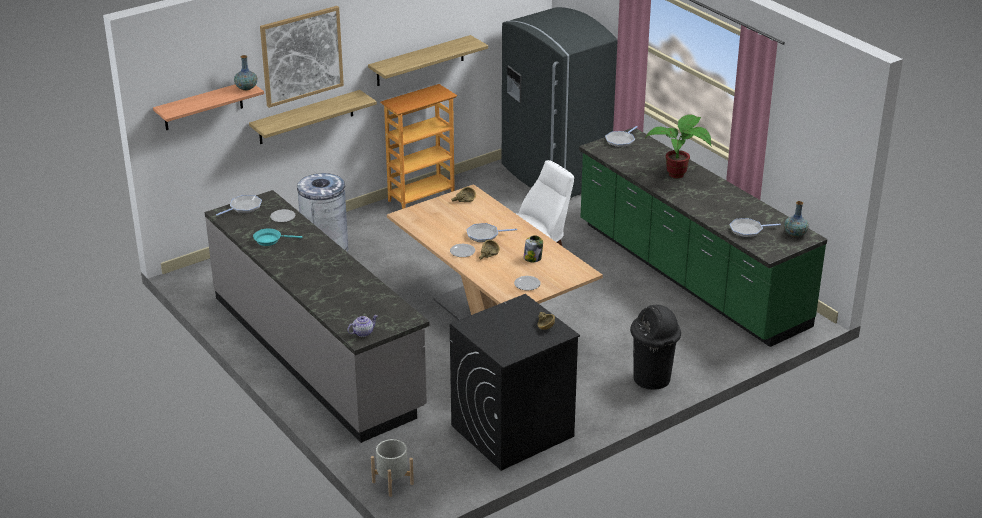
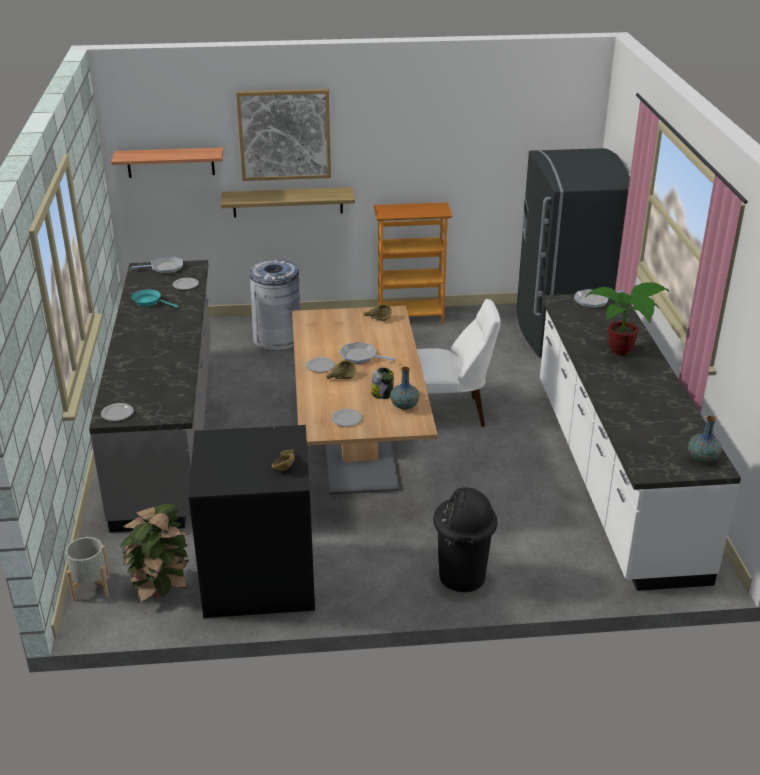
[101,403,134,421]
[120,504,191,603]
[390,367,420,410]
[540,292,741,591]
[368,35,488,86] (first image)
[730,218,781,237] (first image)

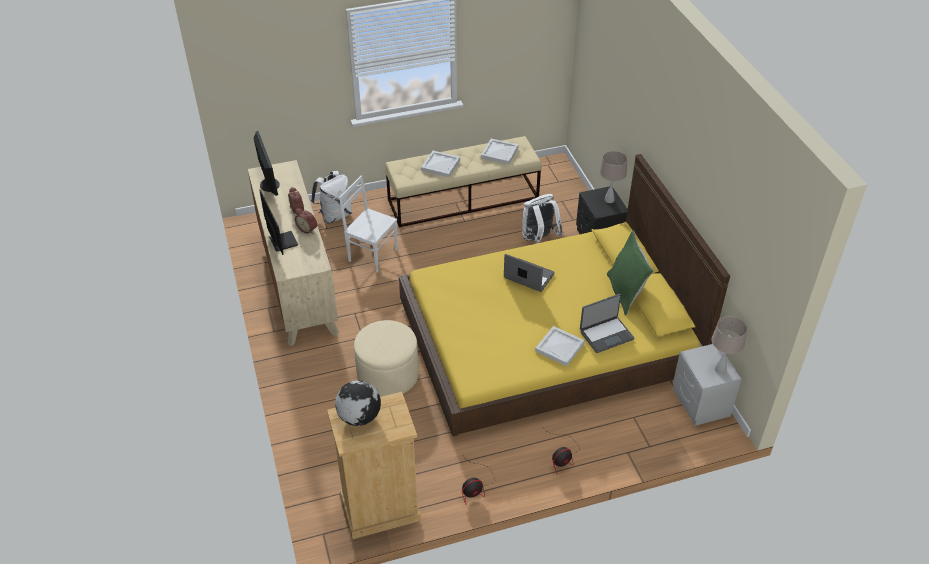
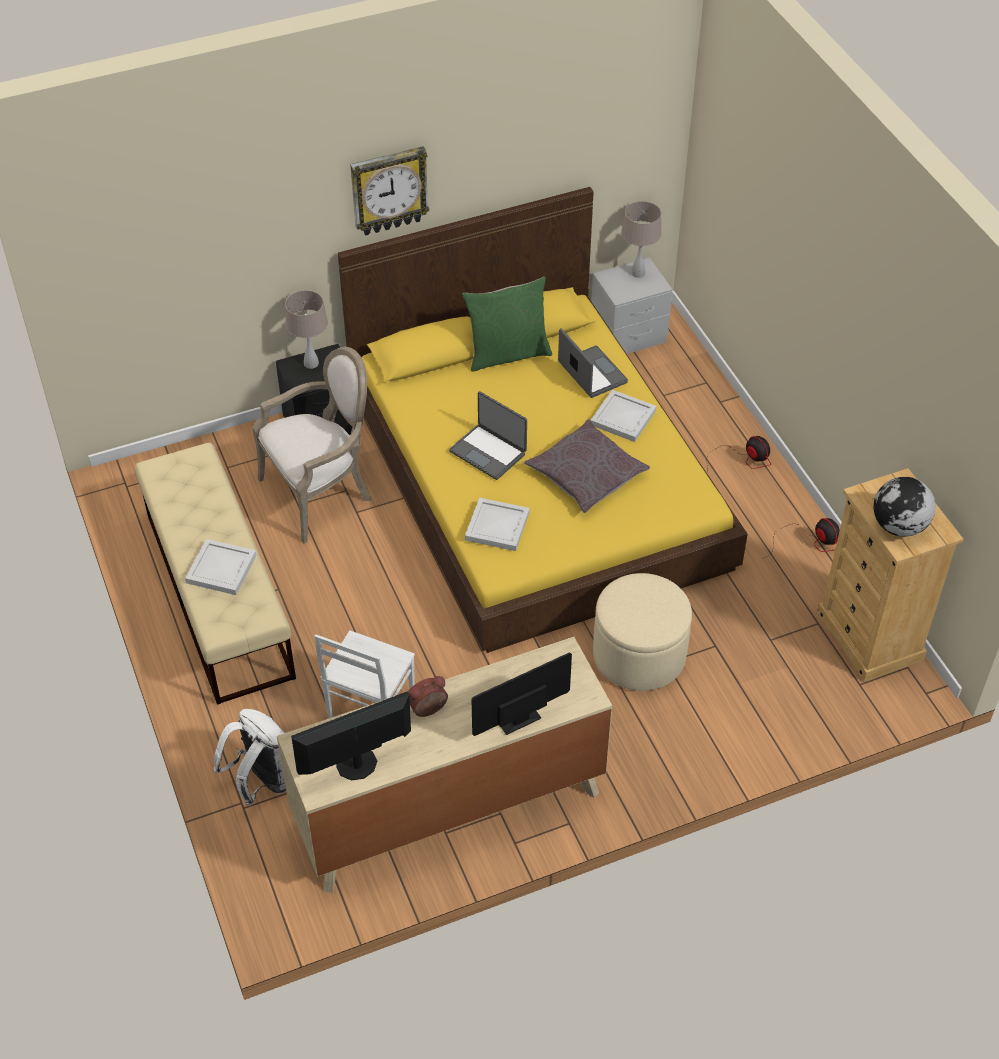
[252,347,371,544]
[350,146,430,235]
[449,391,527,480]
[465,498,530,551]
[524,419,650,513]
[295,208,317,234] (first image)

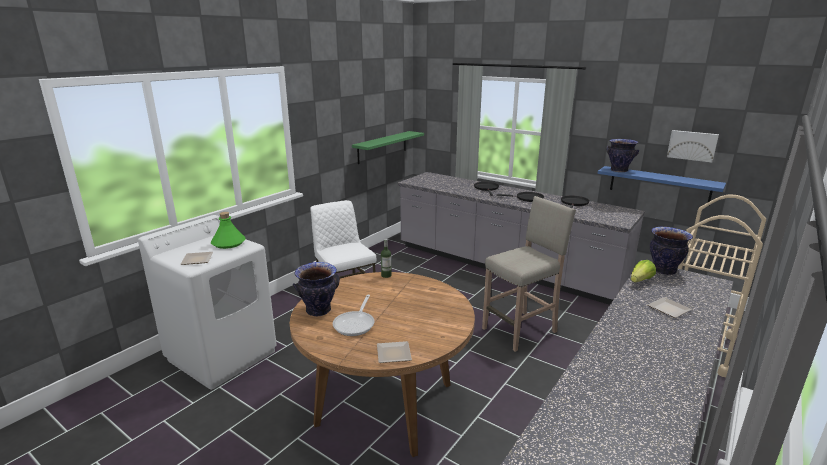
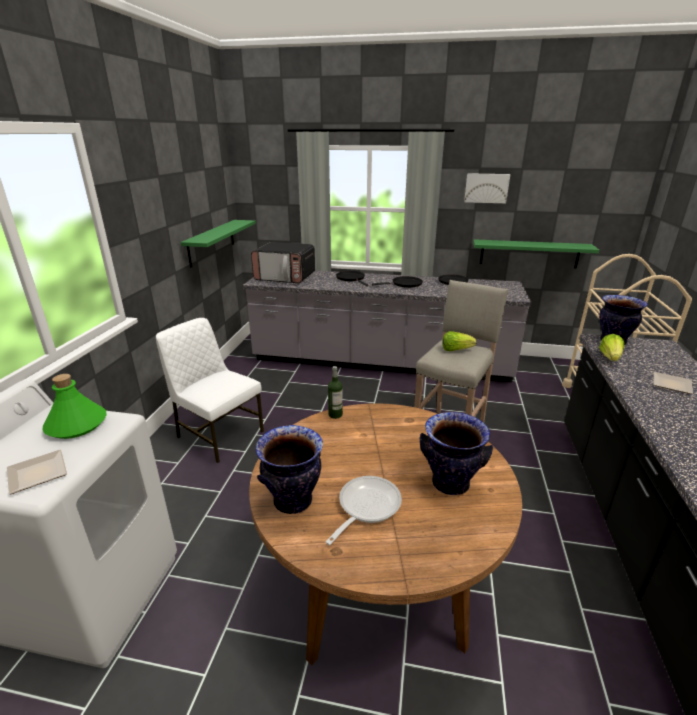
[251,242,315,283]
[326,476,402,545]
[419,412,493,495]
[442,331,476,351]
[464,173,511,203]
[473,239,599,268]
[377,341,412,363] (first image)

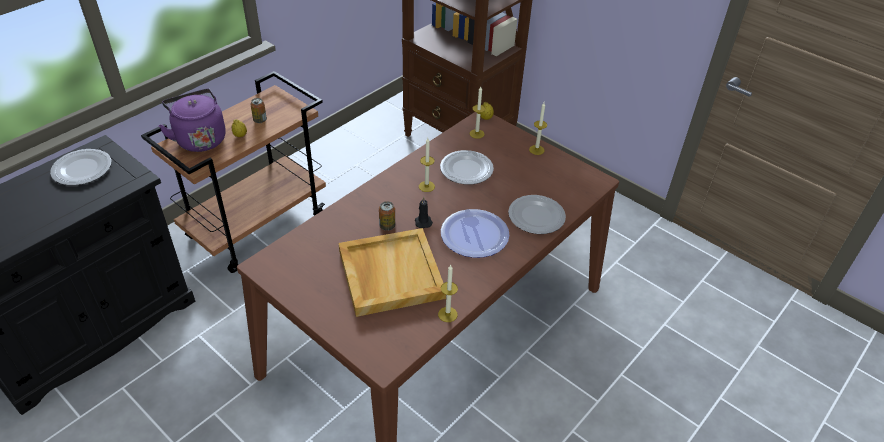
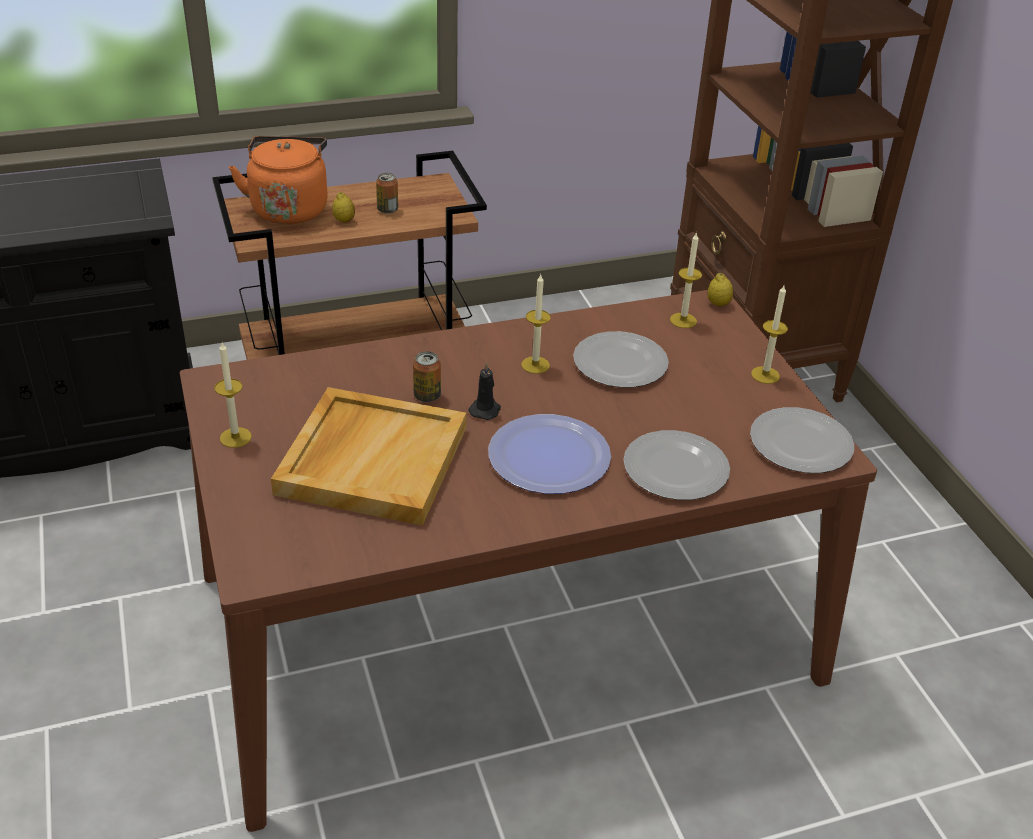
[214,342,252,448]
[229,136,328,224]
[750,407,854,473]

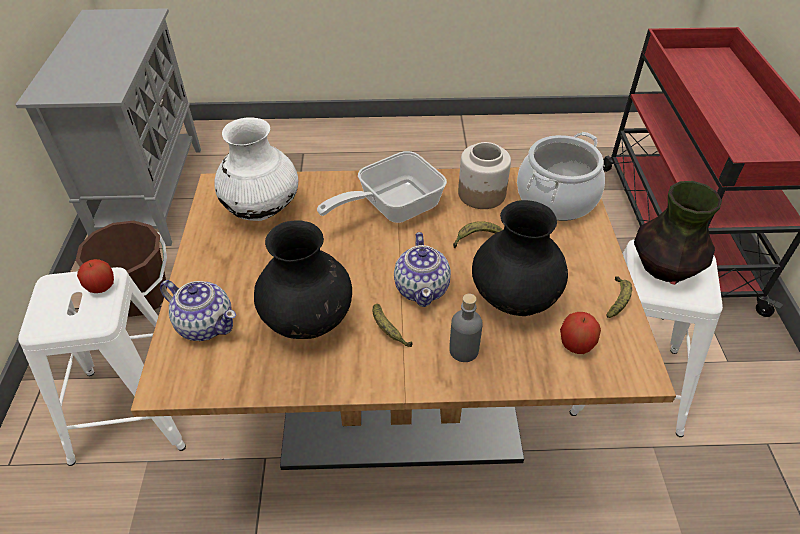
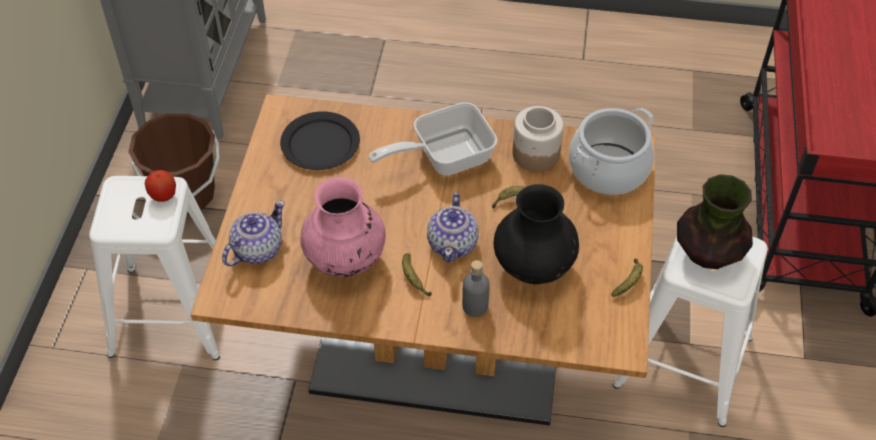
[222,200,285,266]
[280,111,360,170]
[300,177,386,277]
[560,312,601,354] (first image)

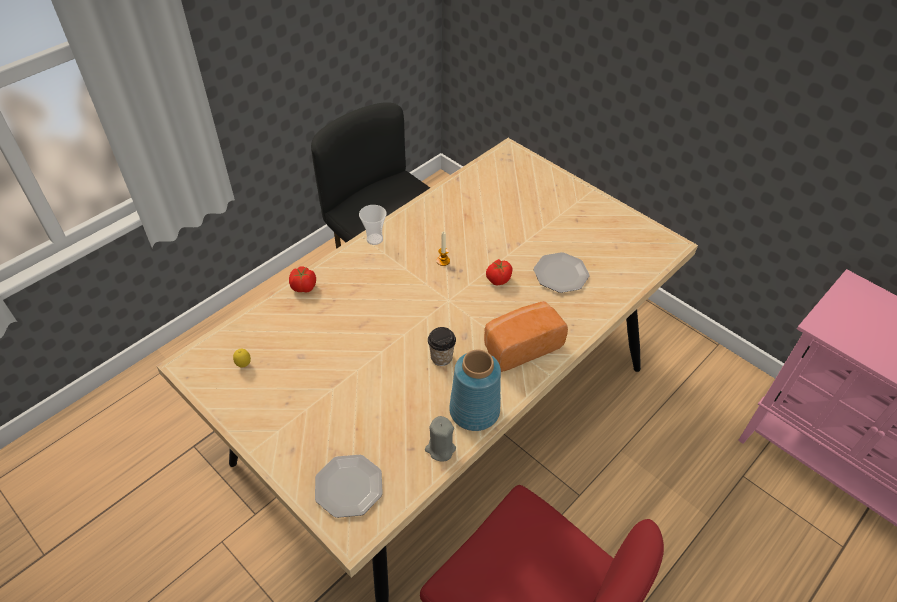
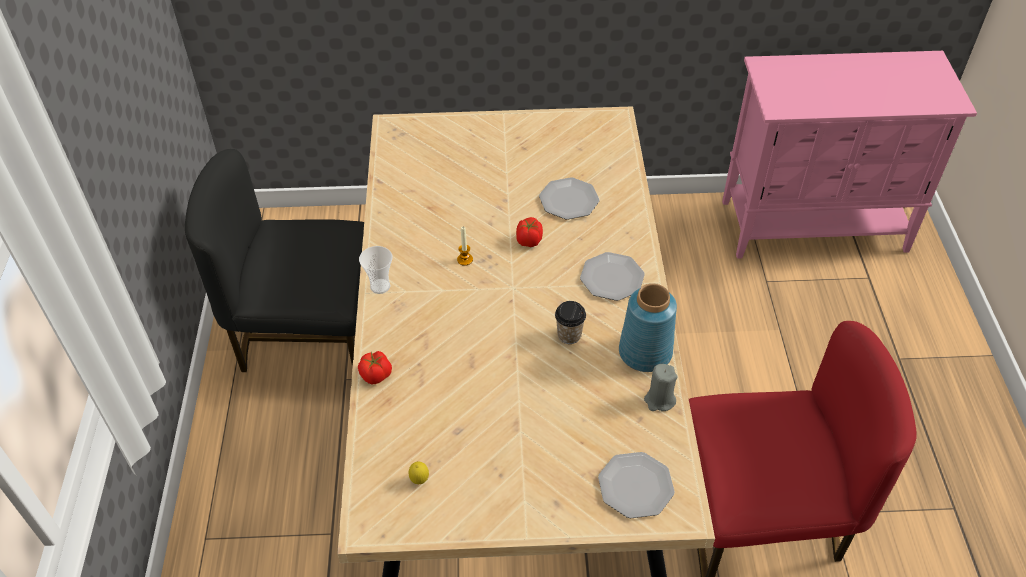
[580,252,645,301]

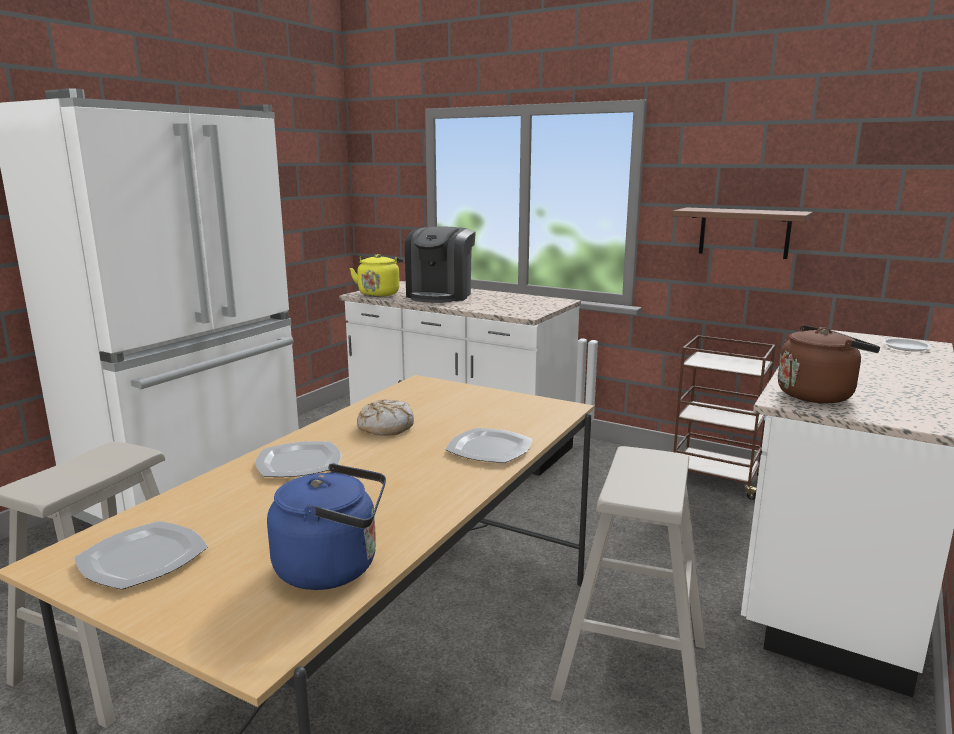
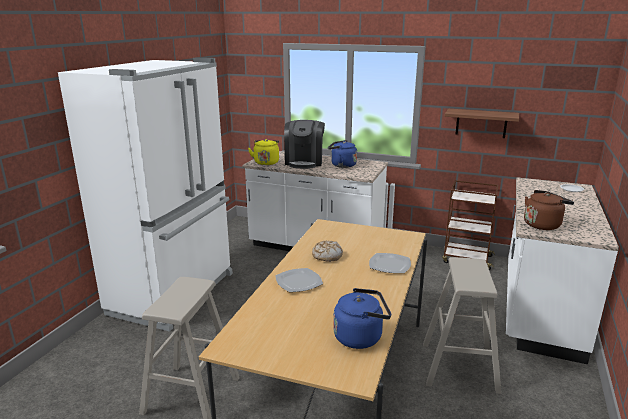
[328,140,357,168]
[74,521,208,590] (first image)

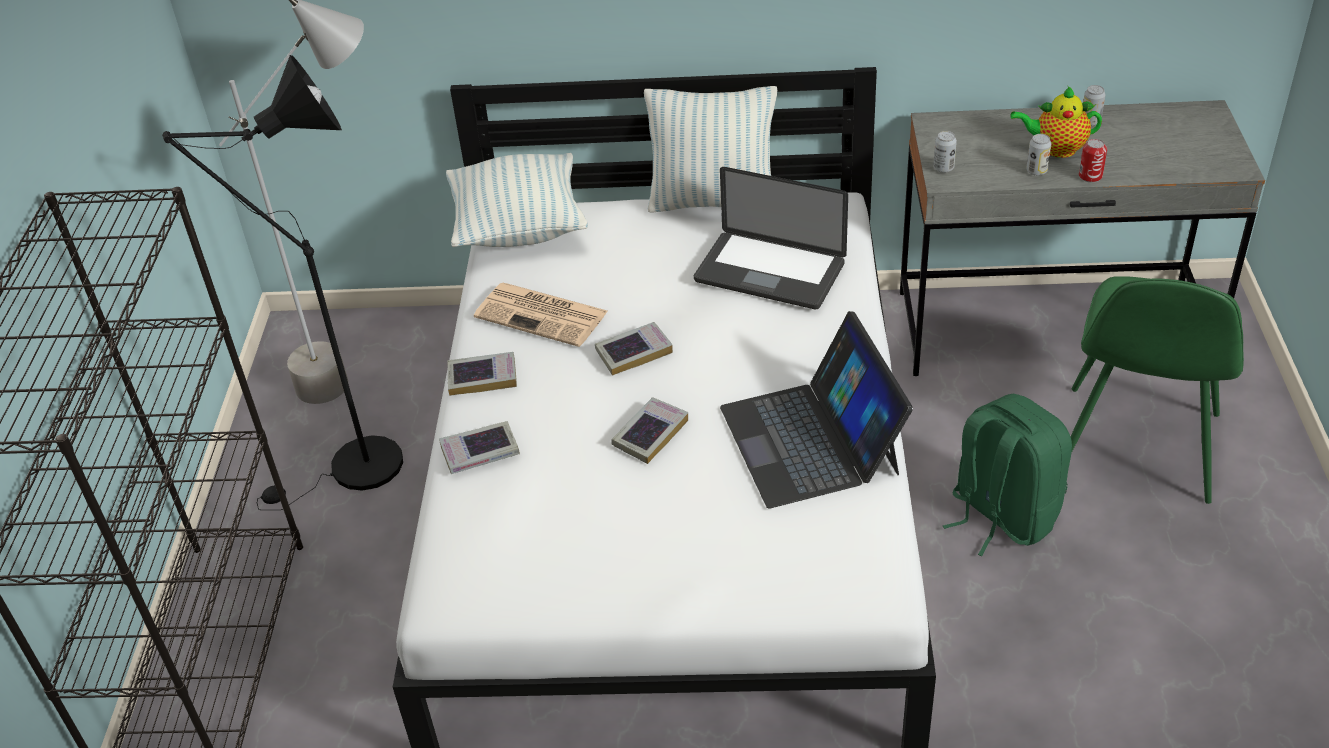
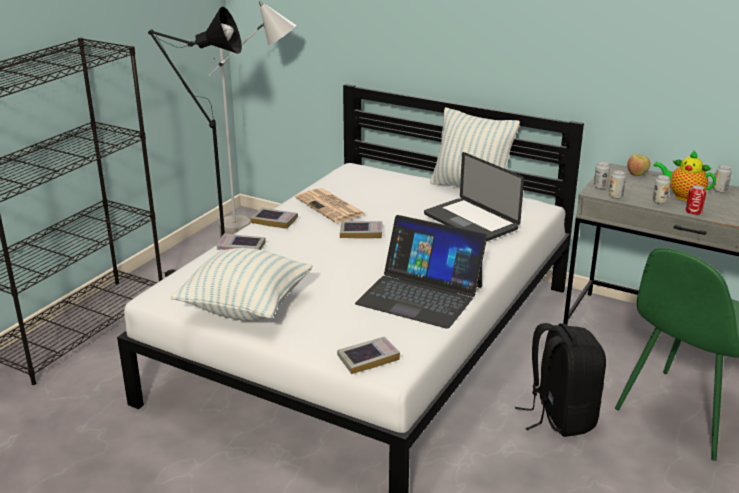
[171,248,313,321]
[337,337,400,374]
[355,215,488,329]
[515,323,606,437]
[609,170,626,199]
[627,154,650,176]

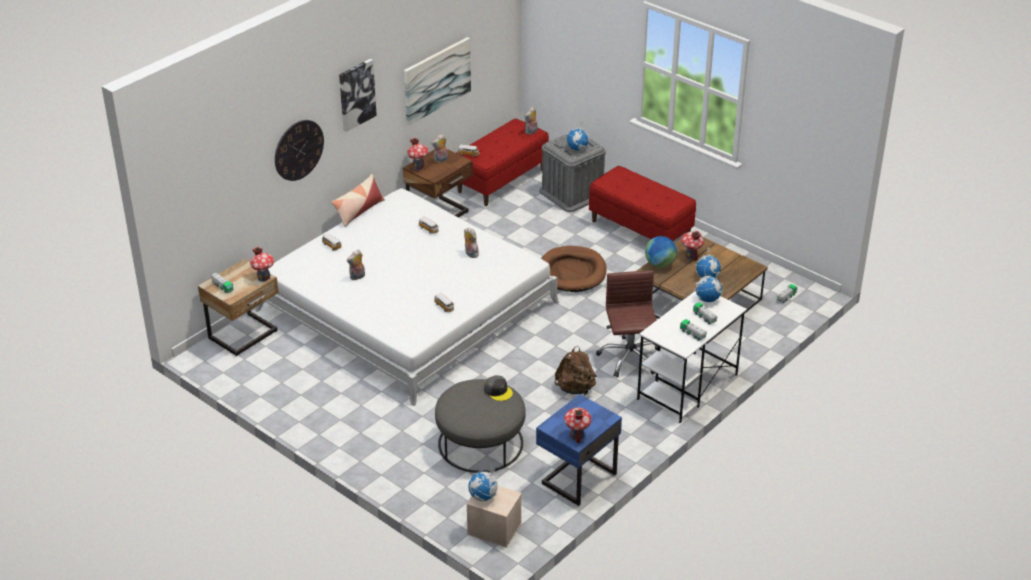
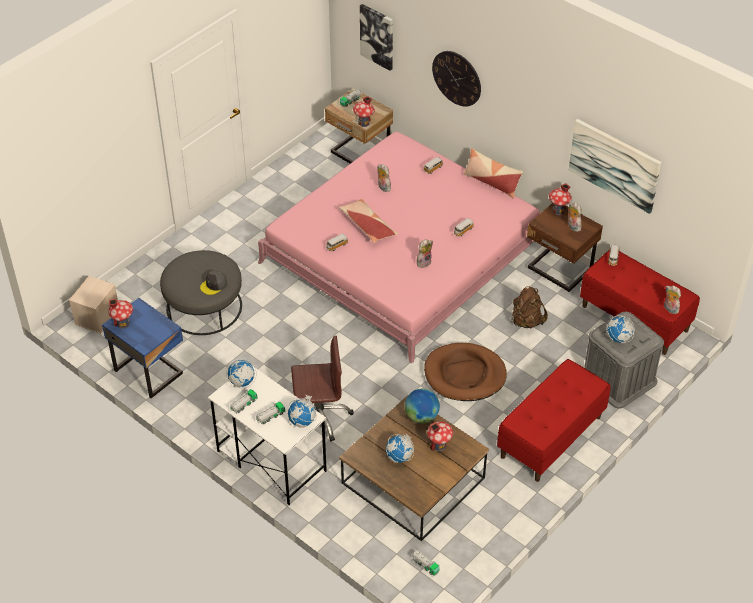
[226,358,257,388]
[258,132,540,363]
[339,199,398,243]
[360,4,393,71]
[512,286,548,328]

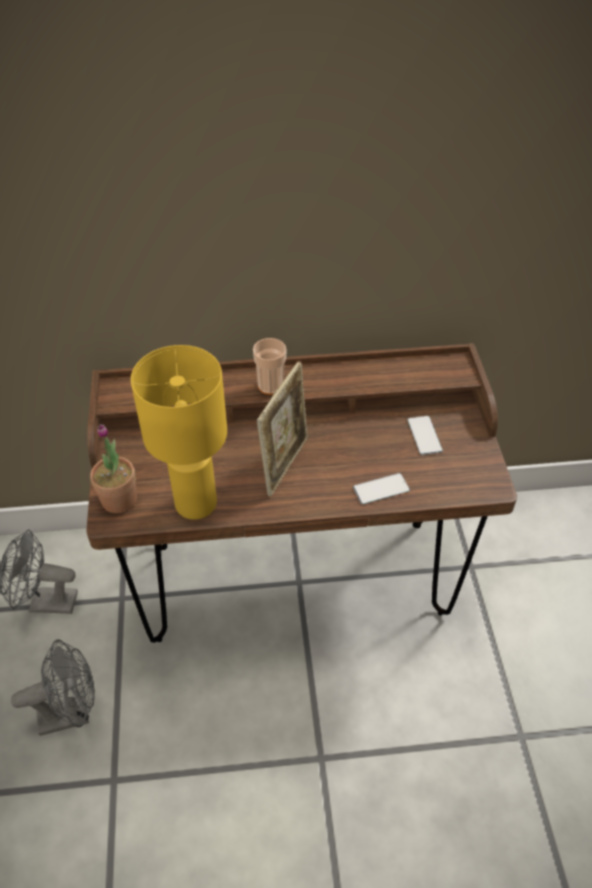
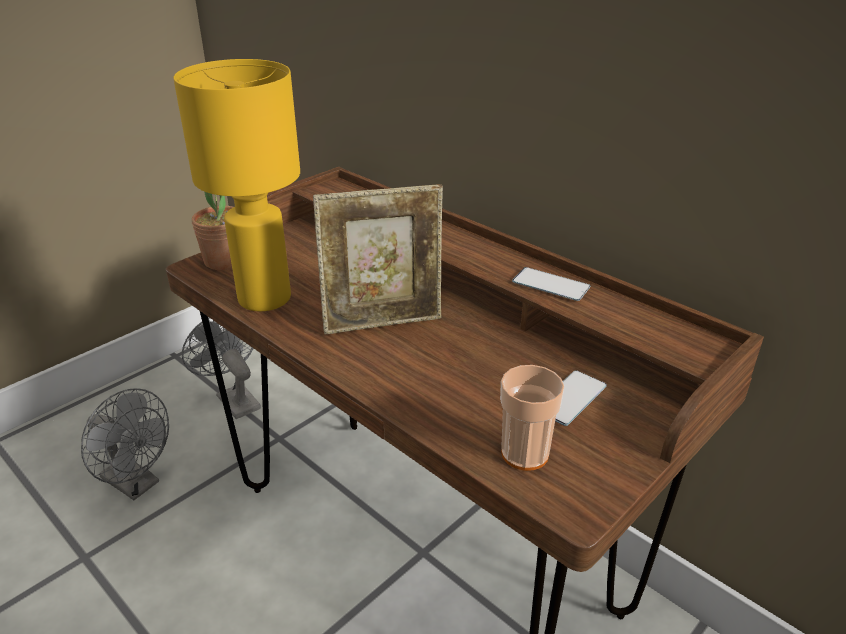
[500,365,564,471]
[512,267,590,301]

